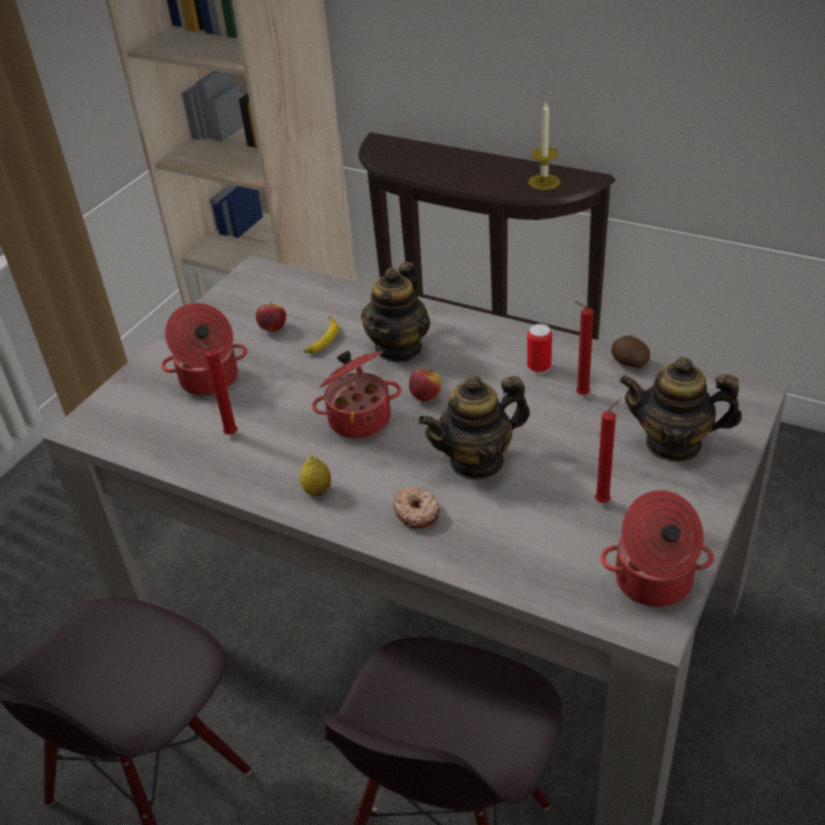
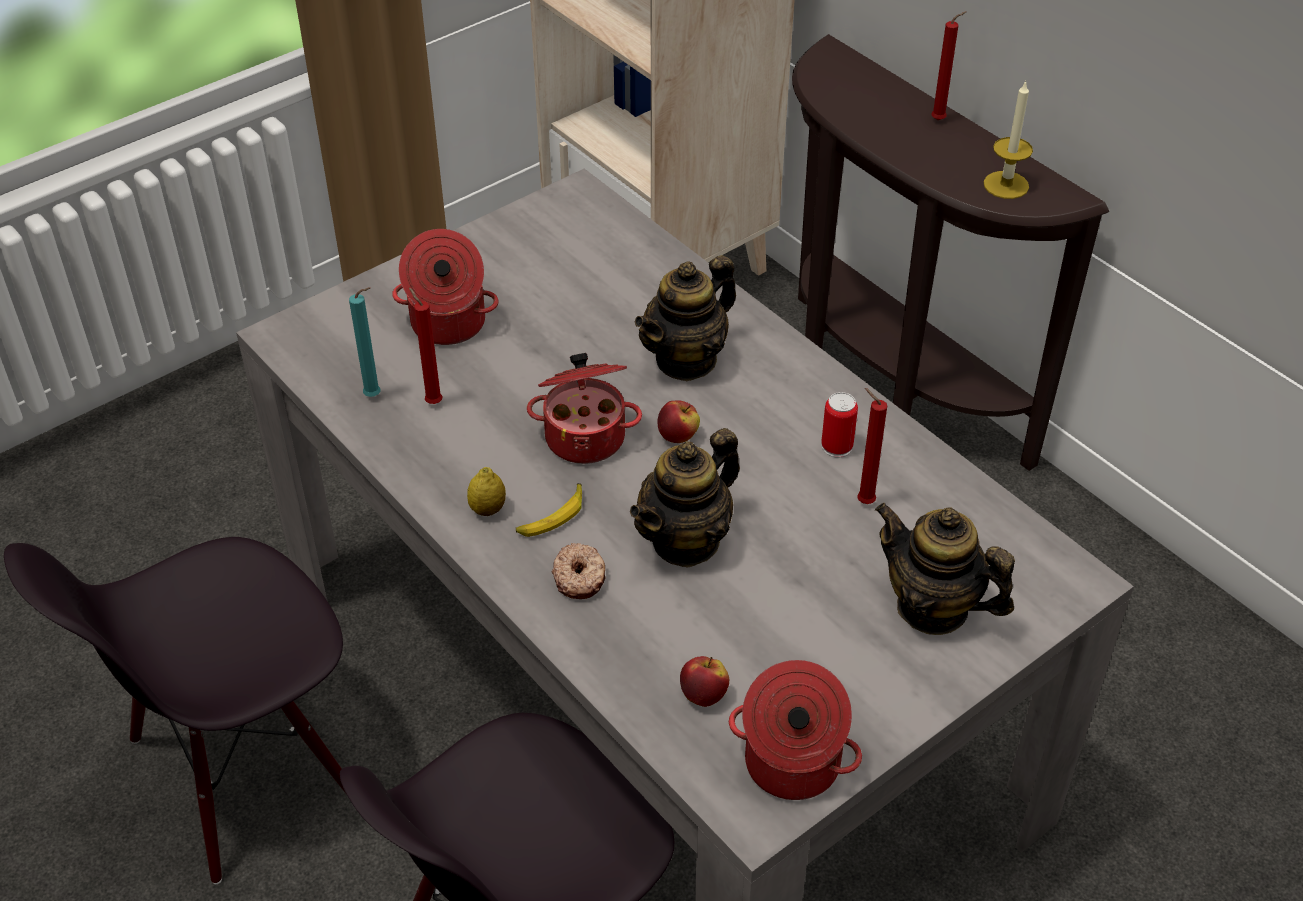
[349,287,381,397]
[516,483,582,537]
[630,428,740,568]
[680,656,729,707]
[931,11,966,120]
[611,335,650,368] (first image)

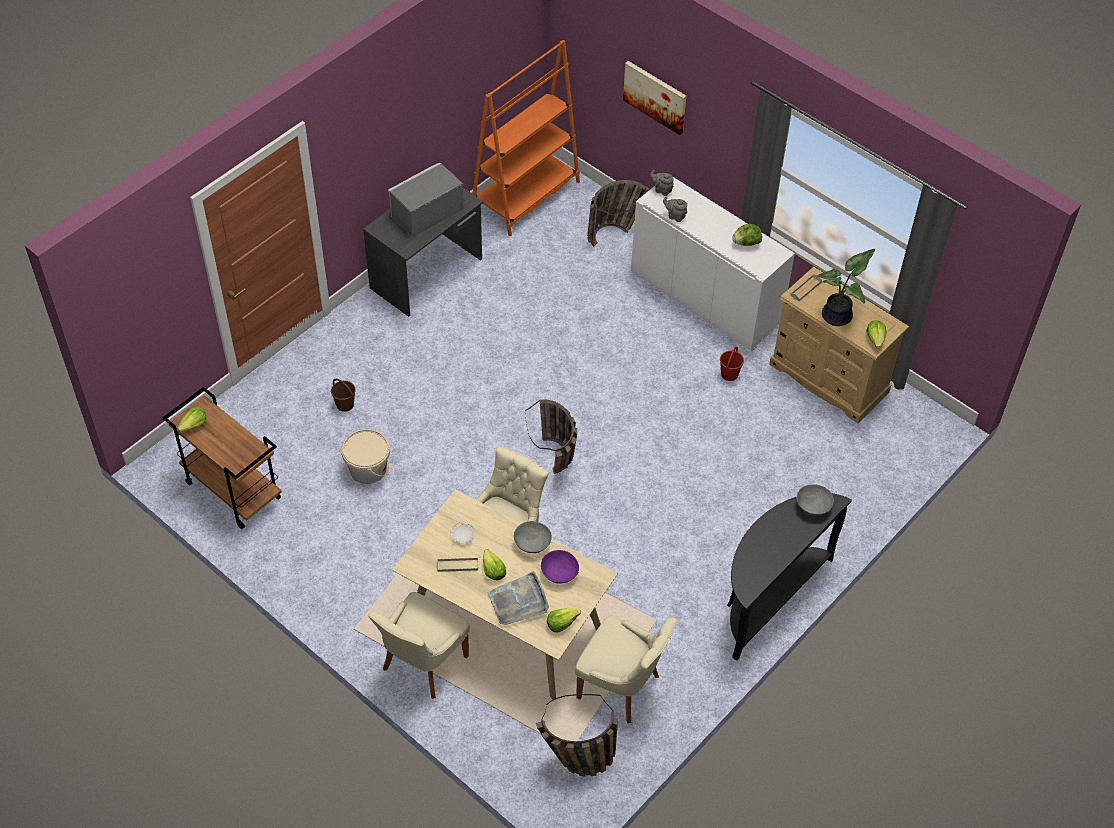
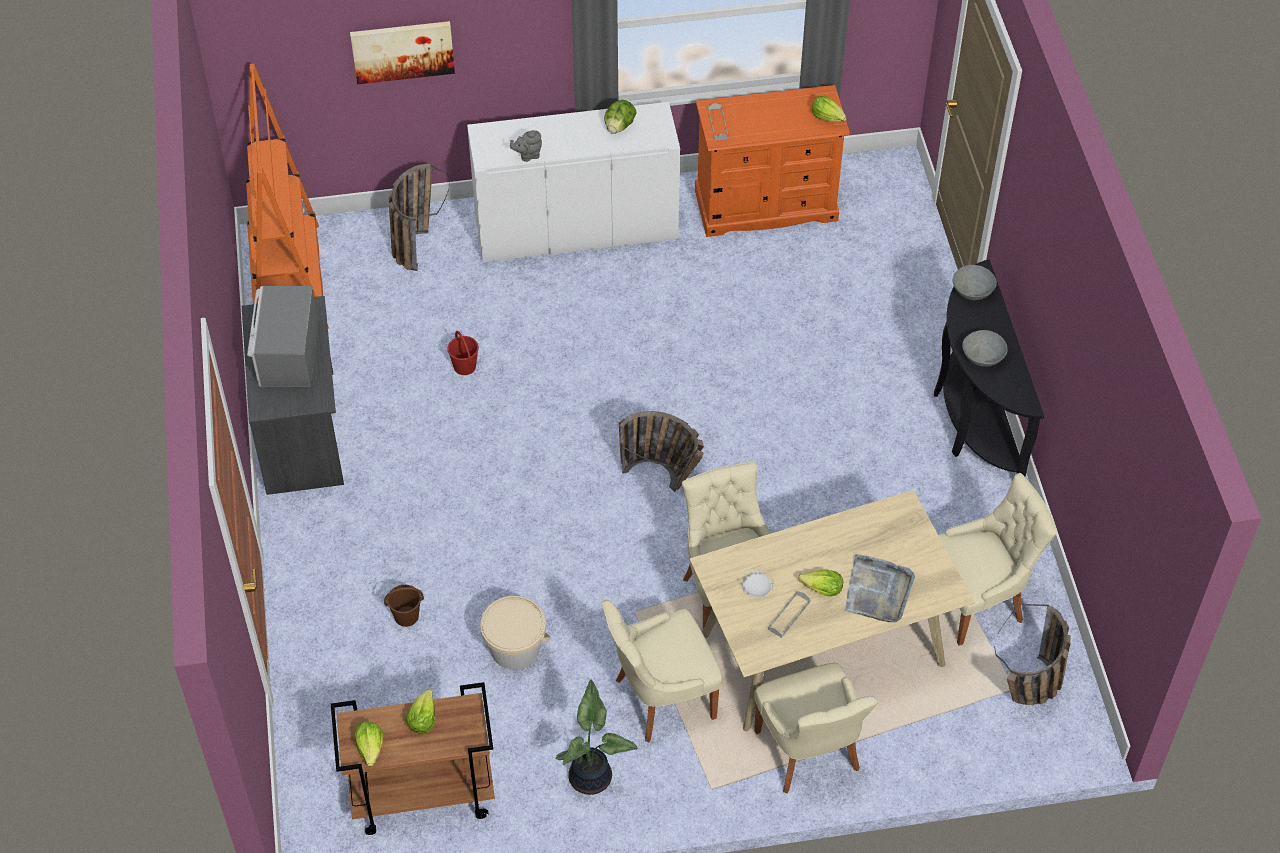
[405,690,435,734]
[447,331,479,375]
[555,679,637,795]
[602,600,723,742]
[695,85,850,237]
[962,330,1008,367]
[541,550,579,583] (first image)
[650,170,674,196] (first image)

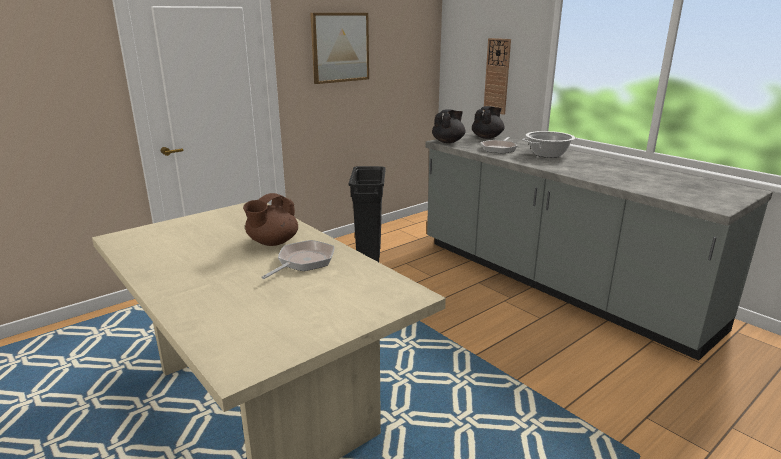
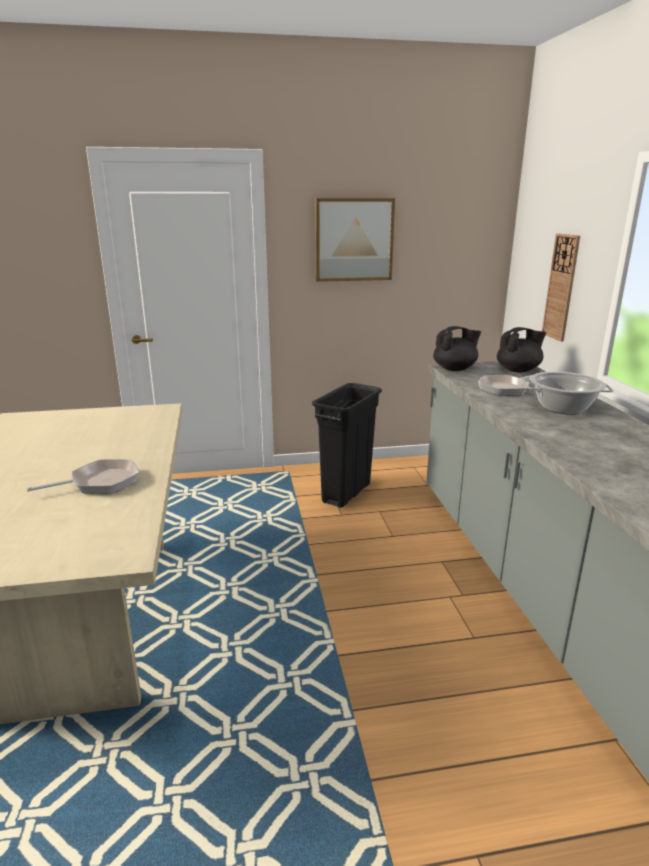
[243,193,298,246] (first image)

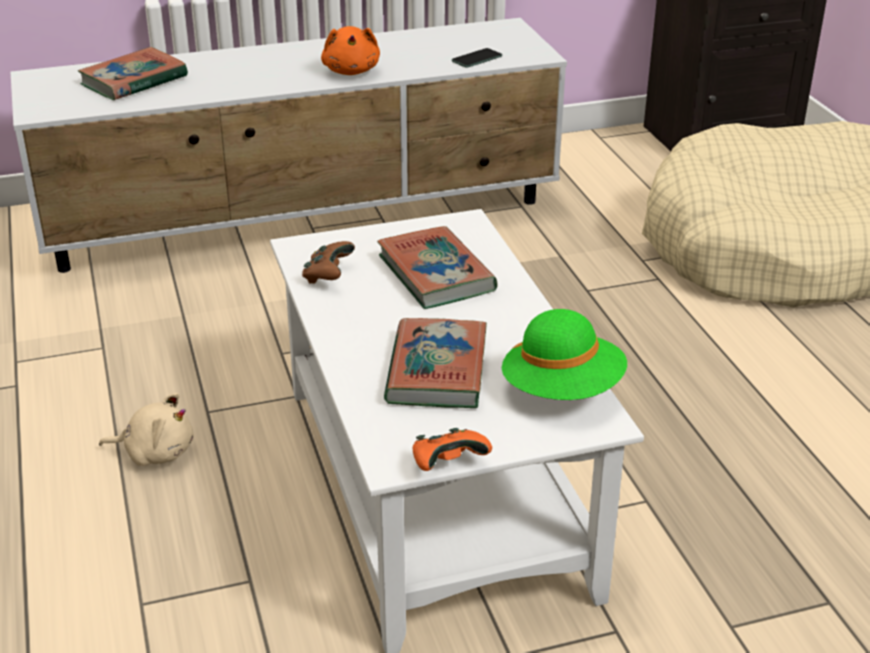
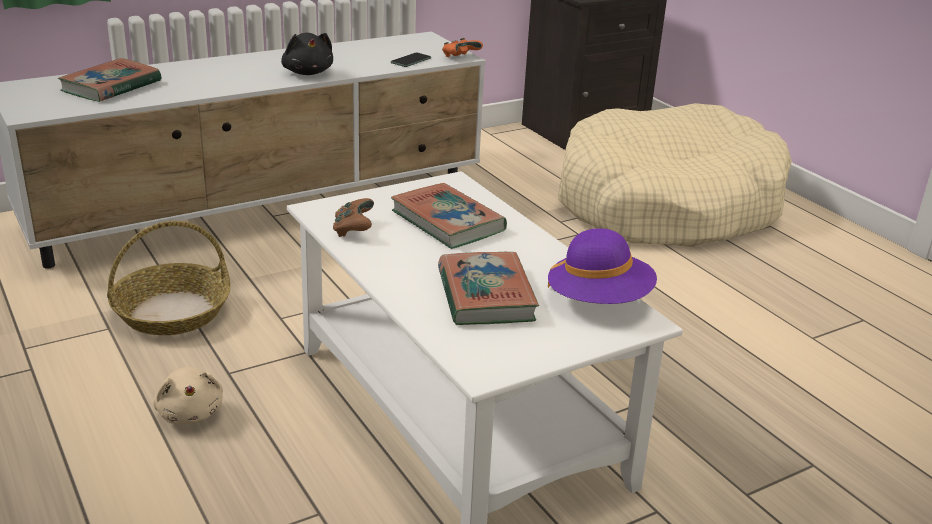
[107,221,230,335]
[153,367,223,424]
[281,32,333,75]
[442,38,483,57]
[548,228,657,304]

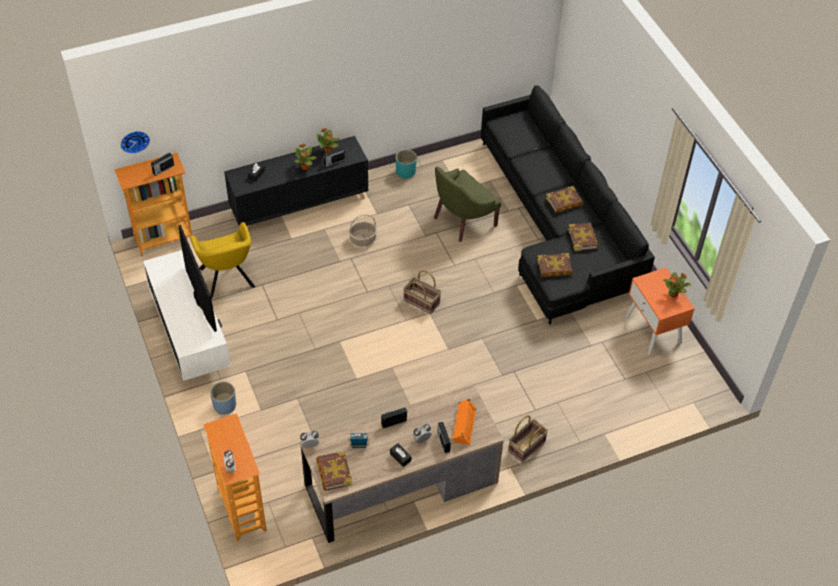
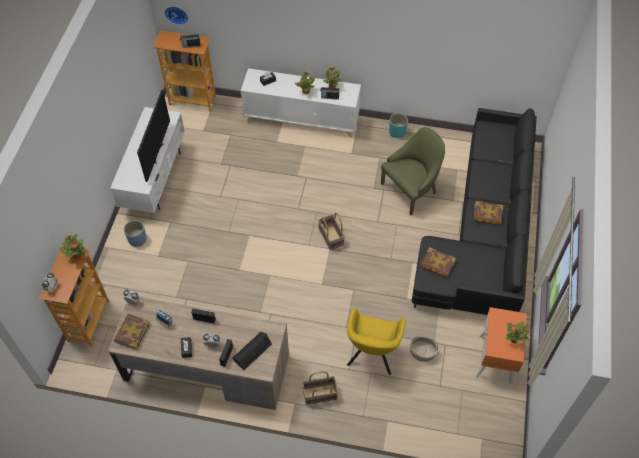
[59,234,85,259]
[232,331,272,370]
[241,68,361,138]
[347,308,406,375]
[381,127,445,215]
[410,336,438,362]
[568,223,599,252] (first image)

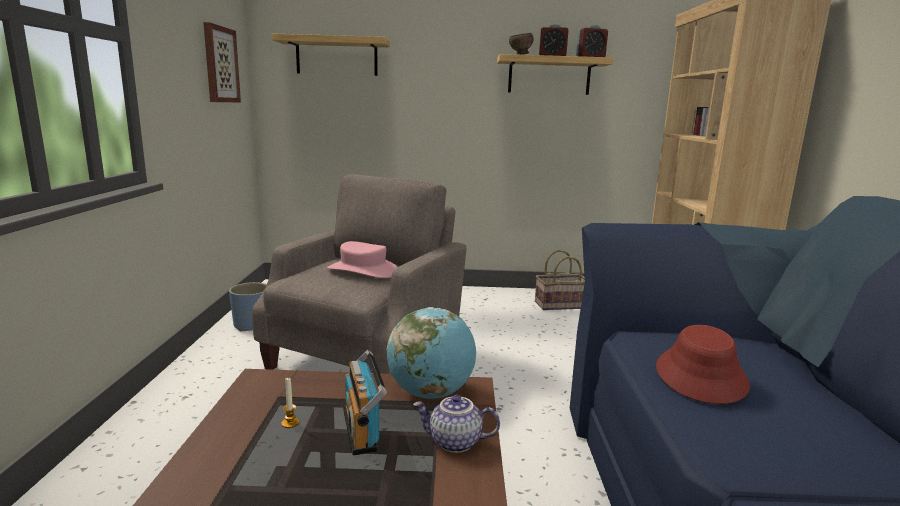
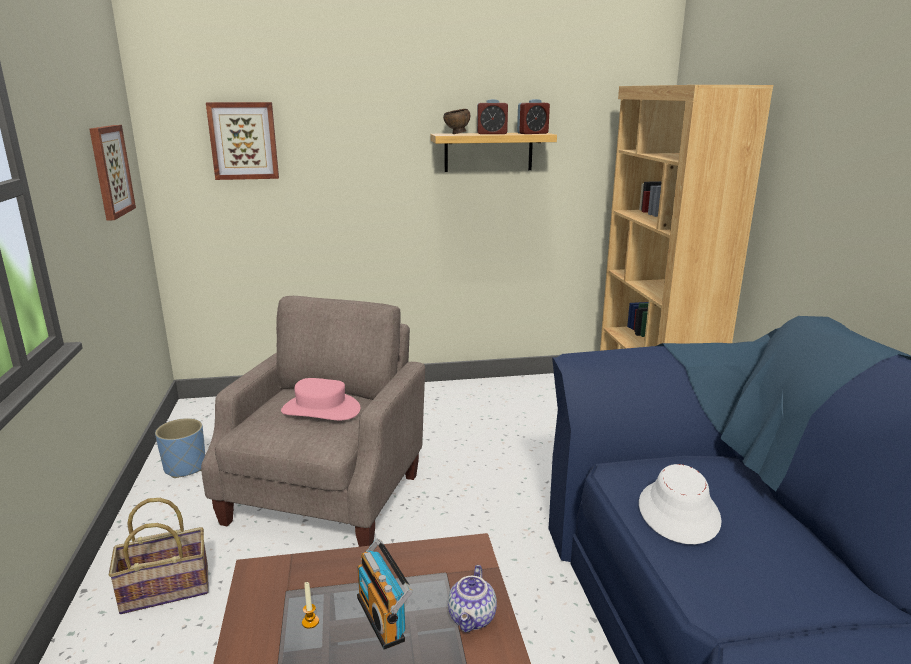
[109,498,209,614]
[206,102,279,180]
[448,565,497,632]
[639,464,722,544]
[387,307,476,399] (first image)

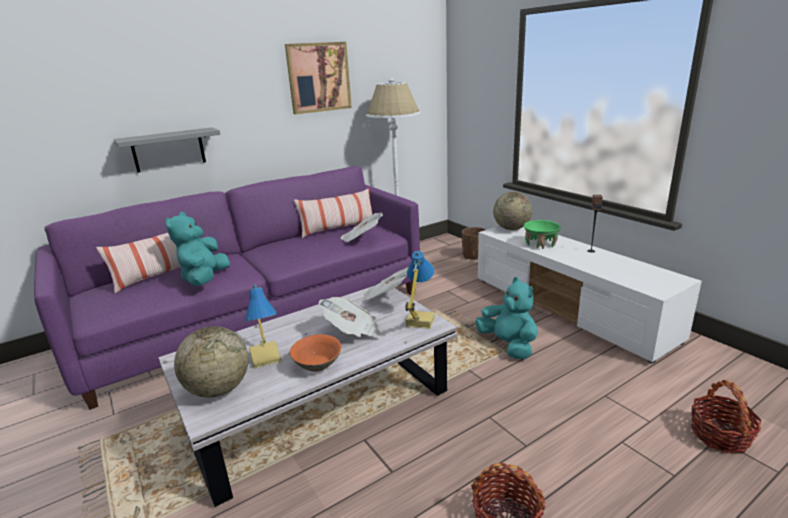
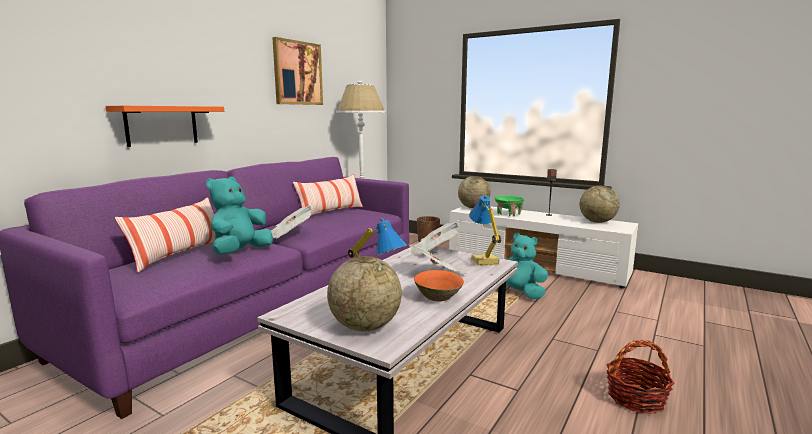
[105,106,224,147]
[206,176,273,255]
[271,206,313,239]
[579,186,620,223]
[691,380,762,453] (first image)

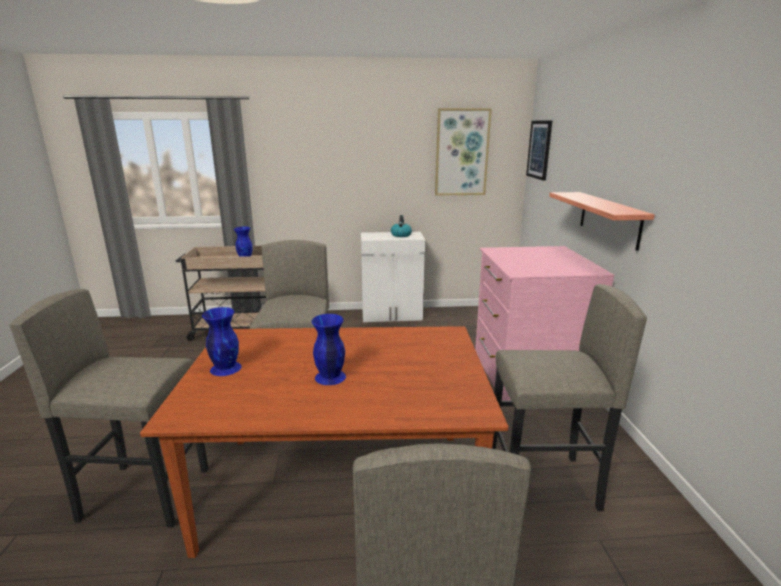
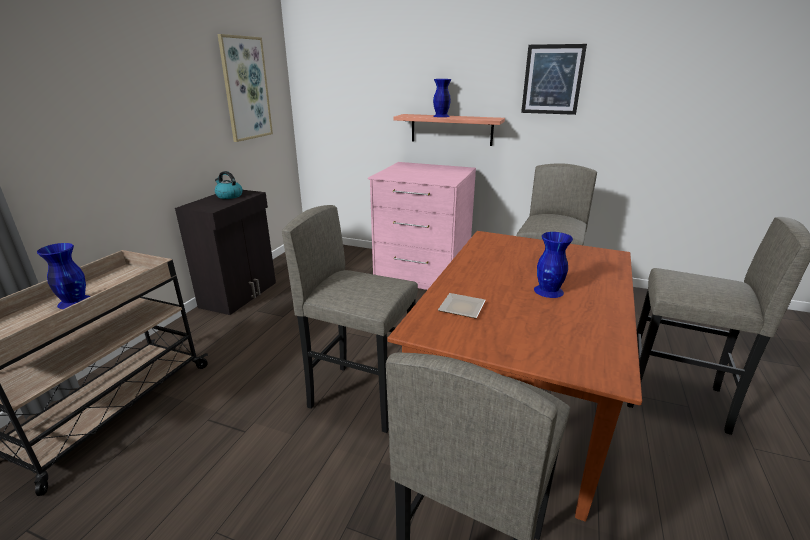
[175,190,276,315]
[433,79,451,117]
[438,293,486,319]
[521,44,587,115]

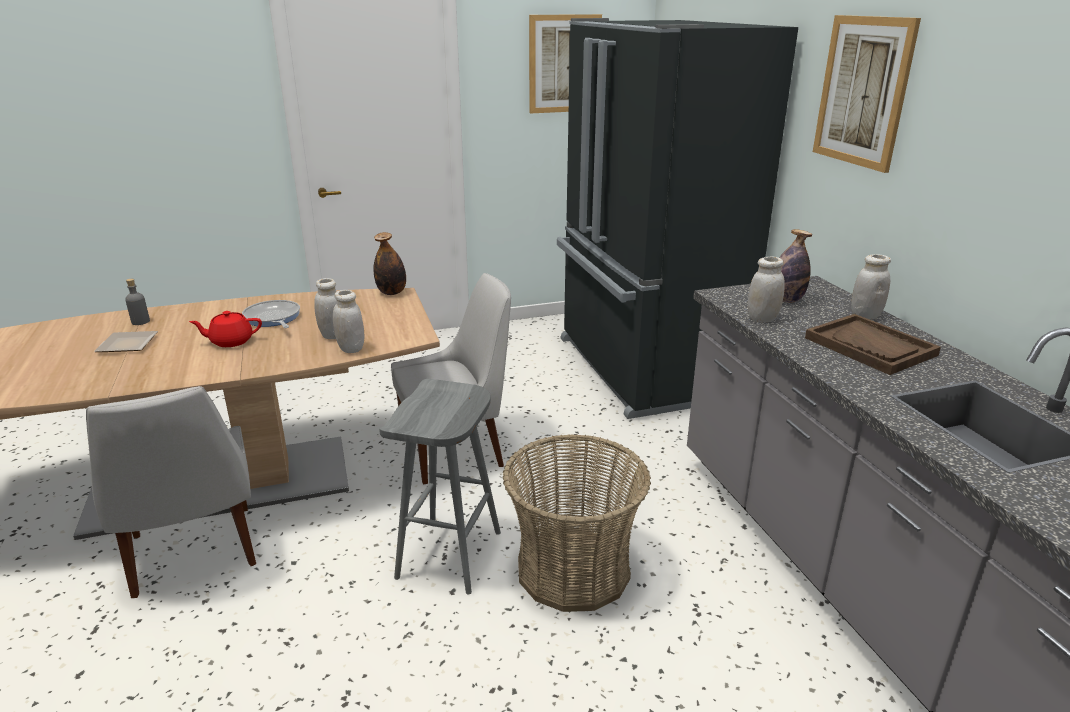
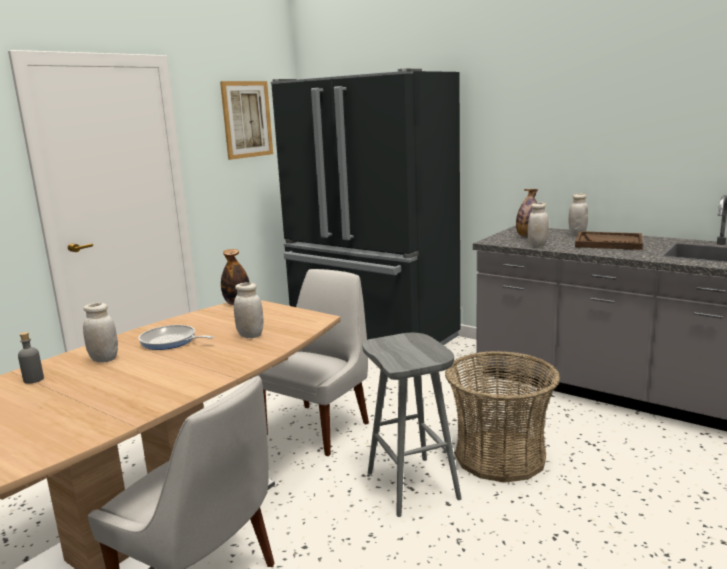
[83,303,118,363]
[94,331,158,352] (first image)
[189,311,262,347] (first image)
[813,15,921,173] (first image)

